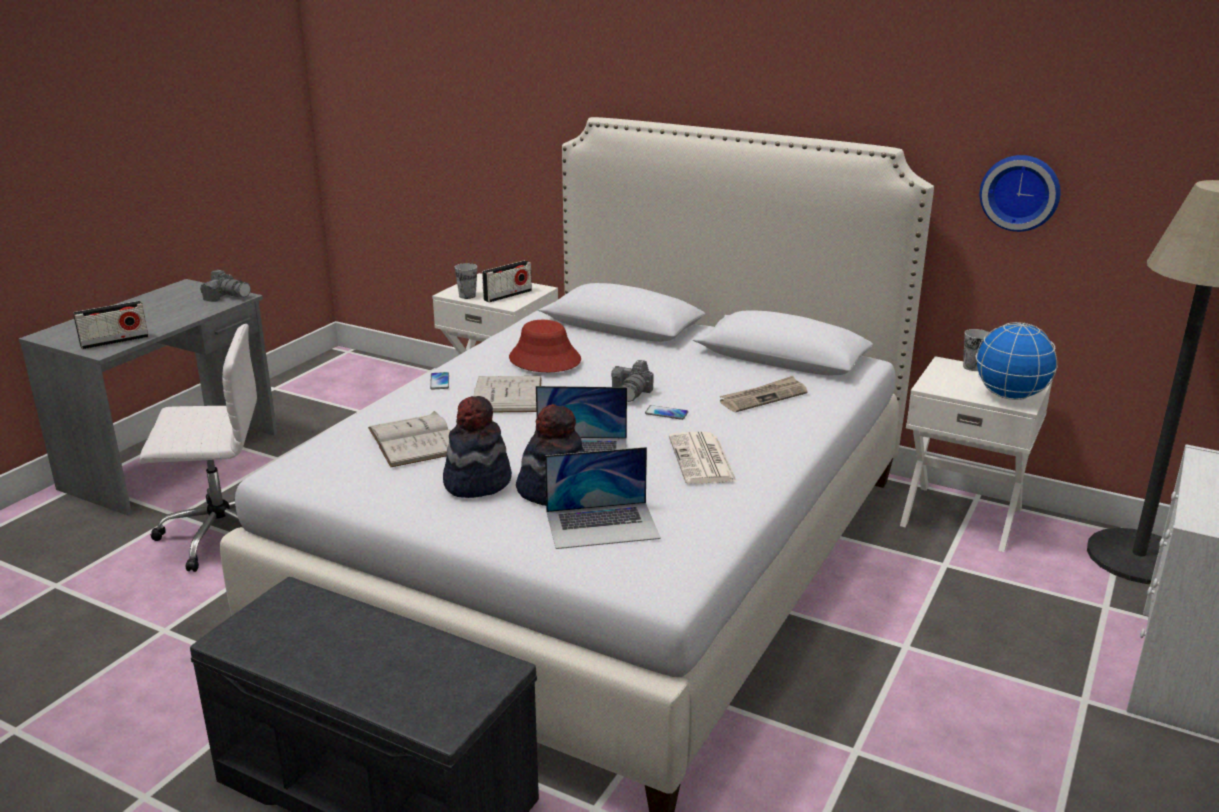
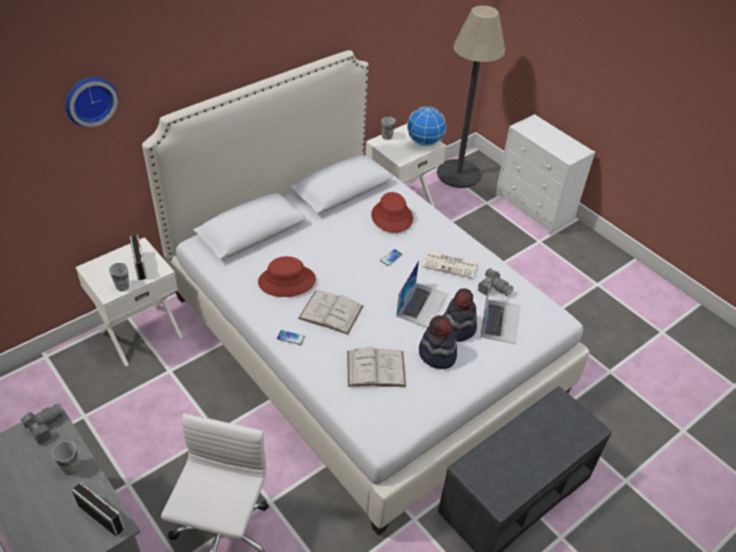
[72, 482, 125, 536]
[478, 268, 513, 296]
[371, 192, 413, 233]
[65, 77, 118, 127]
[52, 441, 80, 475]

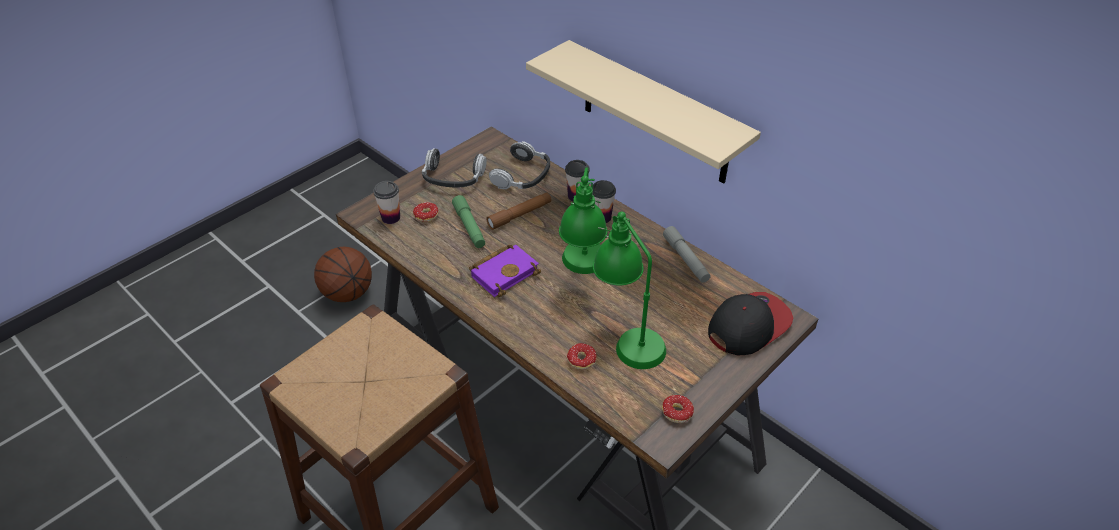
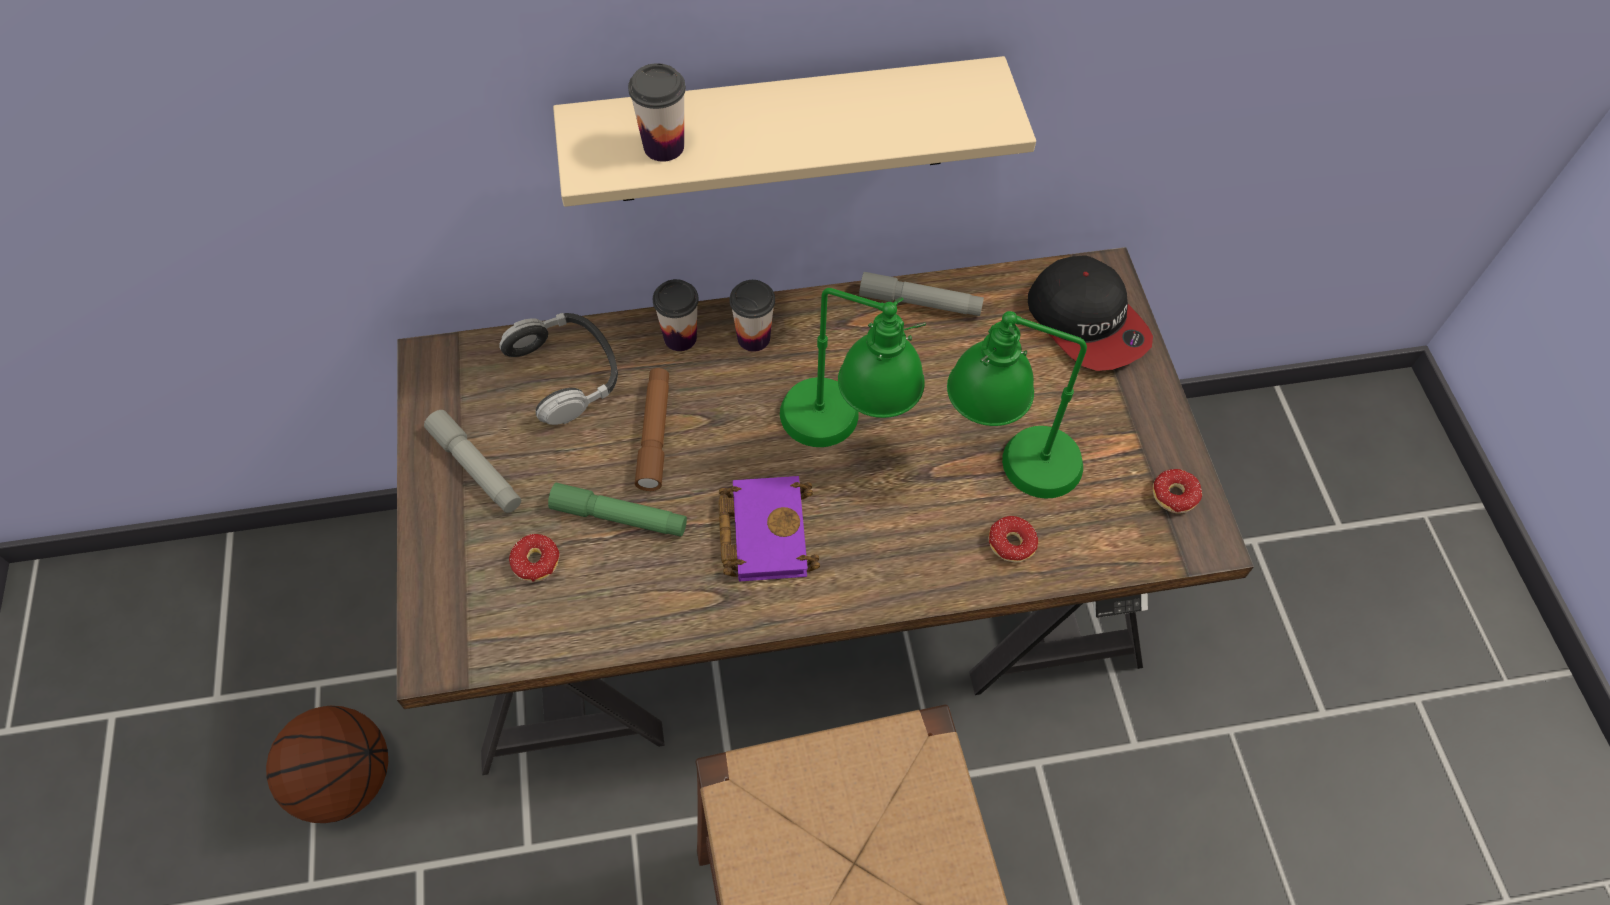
[628, 63, 686, 162]
[424, 410, 521, 513]
[1028, 256, 1153, 371]

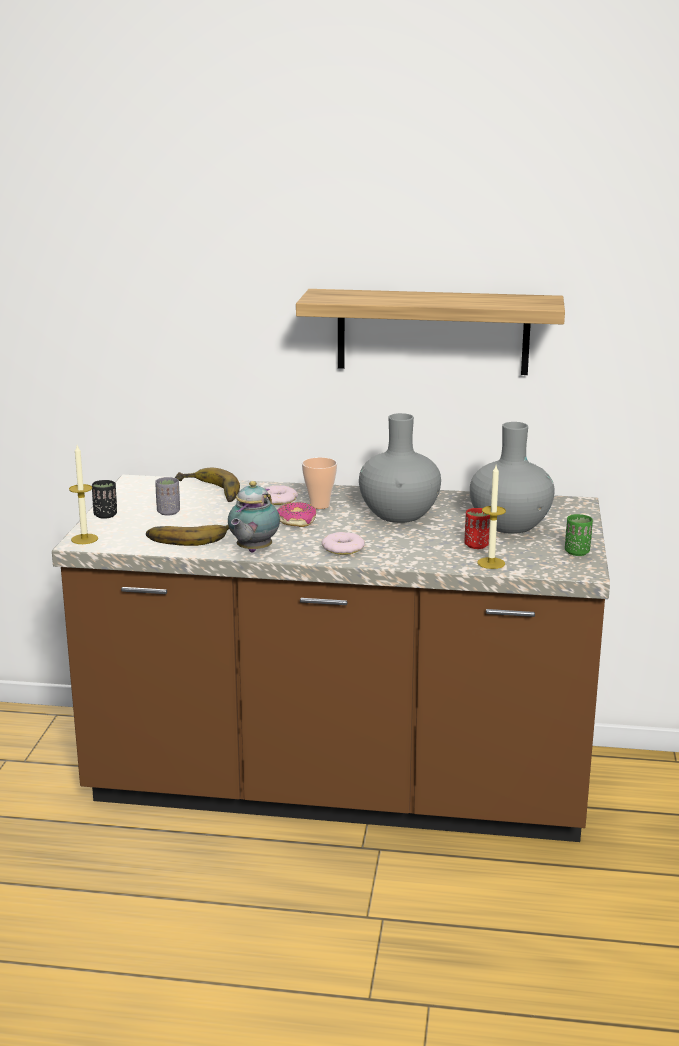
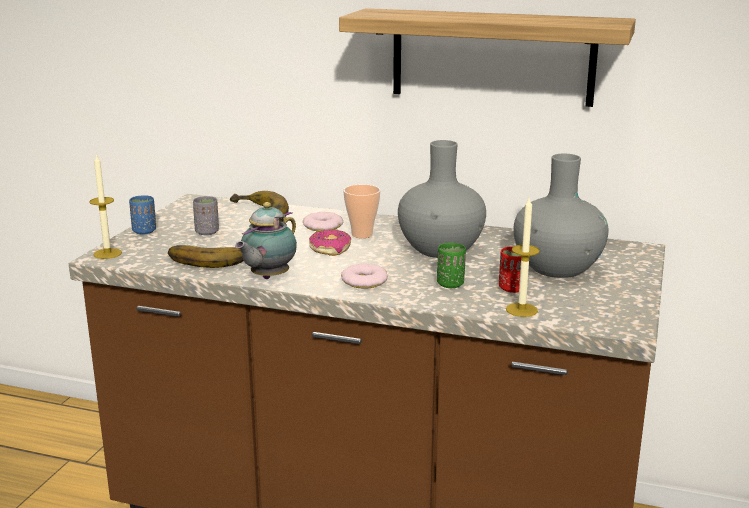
[129, 195, 156, 235]
[437, 243, 466, 288]

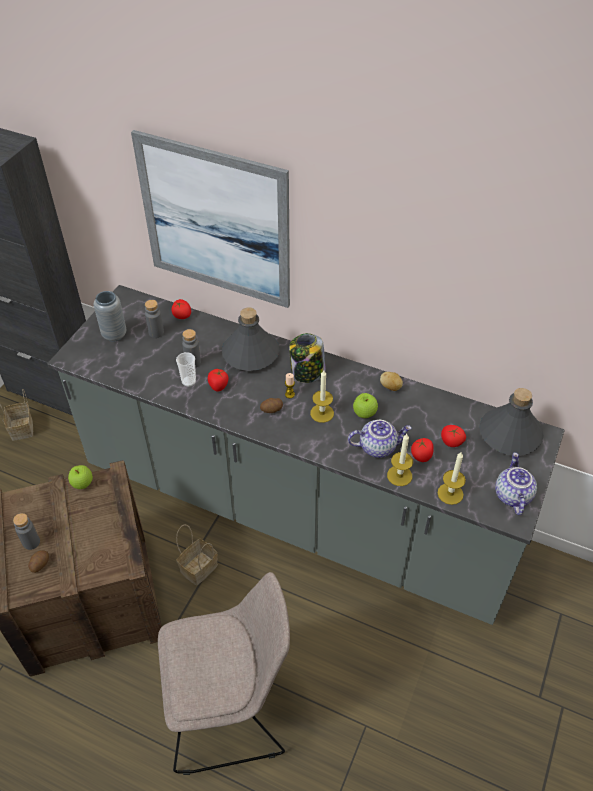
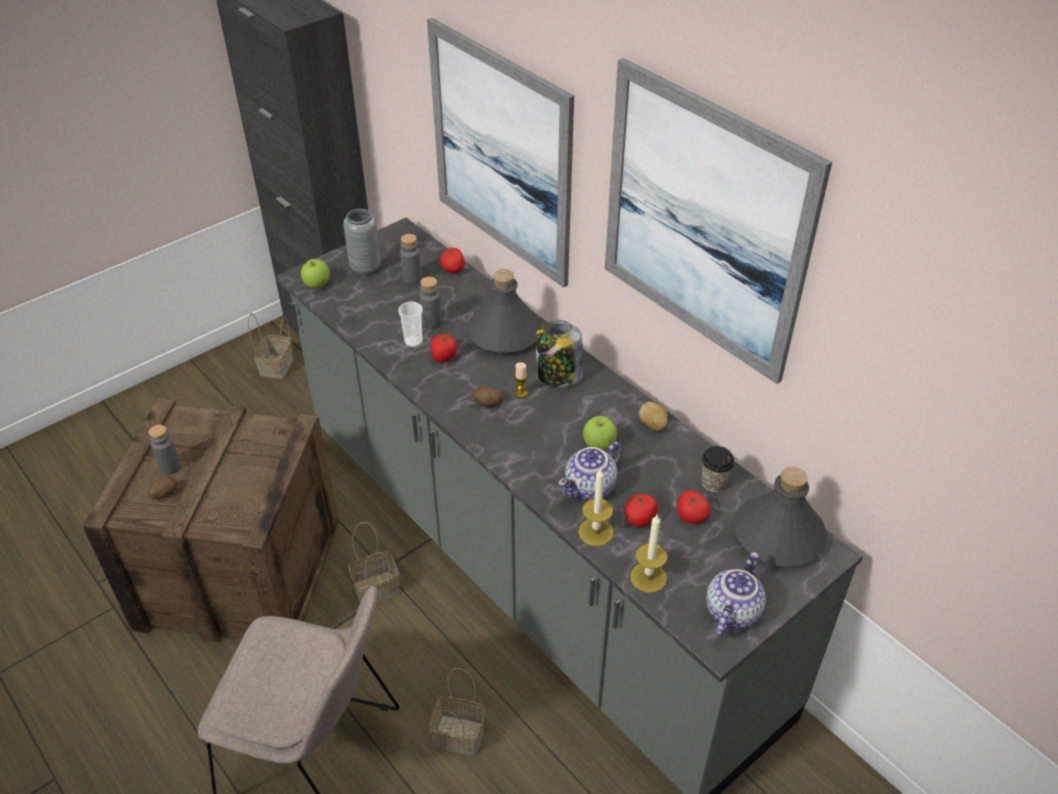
[301, 259, 330, 289]
[310, 370, 334, 423] (first image)
[558, 442, 623, 500]
[429, 668, 485, 755]
[605, 58, 832, 384]
[701, 446, 734, 492]

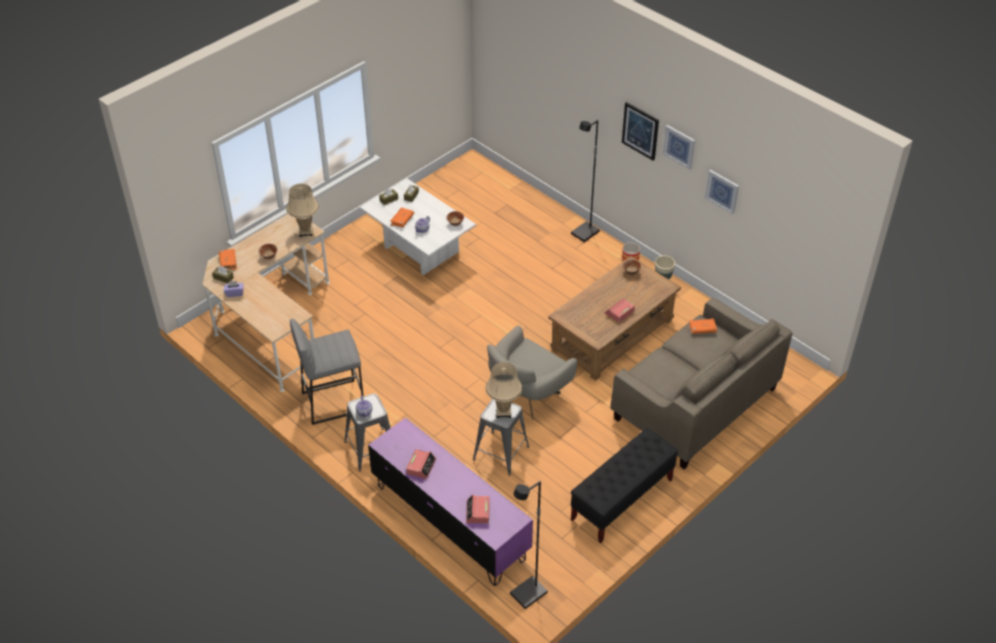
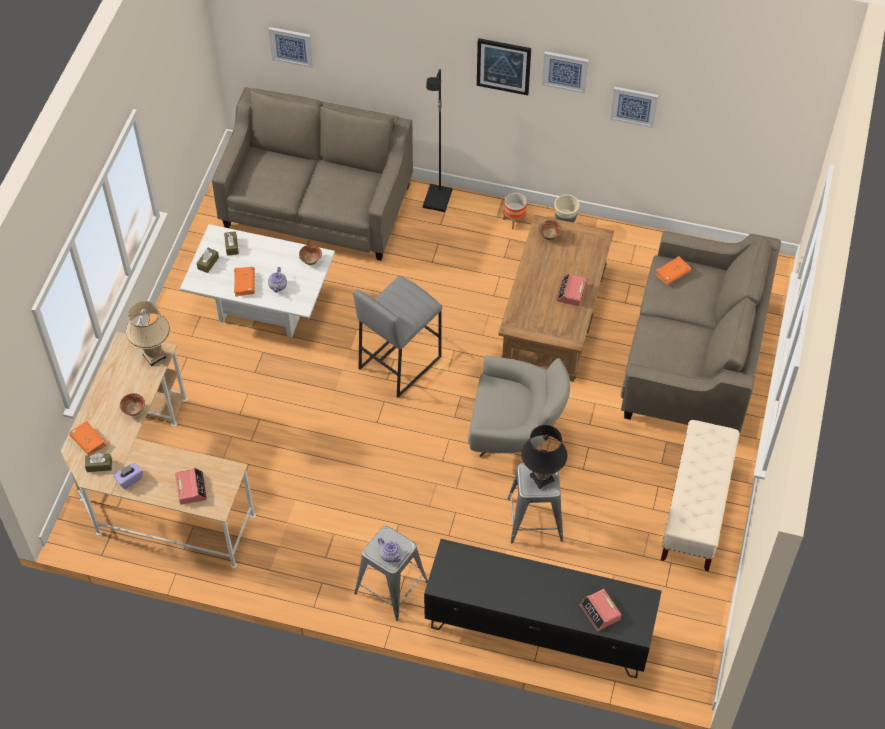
[353, 275, 442, 398]
[424, 539, 662, 678]
[175, 468, 207, 505]
[521, 425, 567, 489]
[468, 356, 570, 457]
[510, 481, 548, 609] (first image)
[661, 420, 740, 571]
[212, 87, 413, 261]
[268, 27, 313, 68]

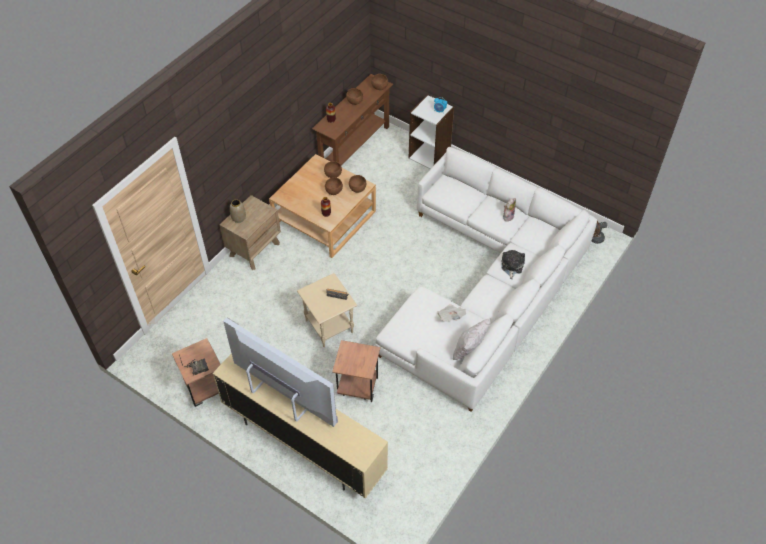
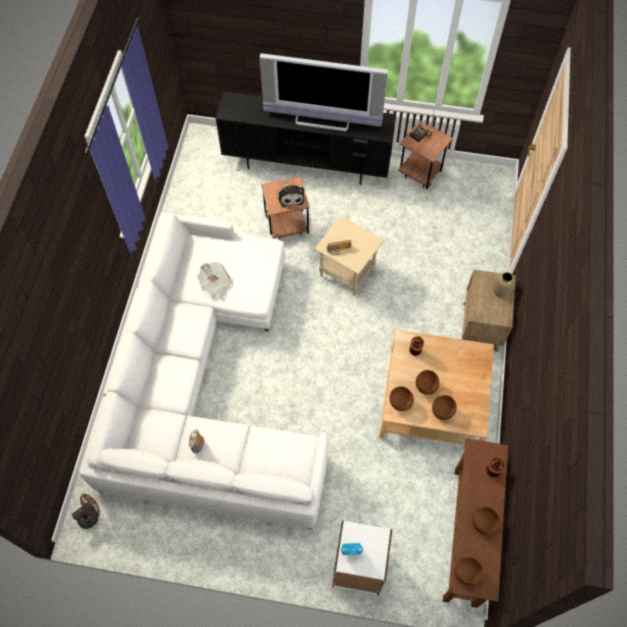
[216, 91, 397, 185]
[453, 319, 490, 360] (first image)
[278, 183, 304, 208]

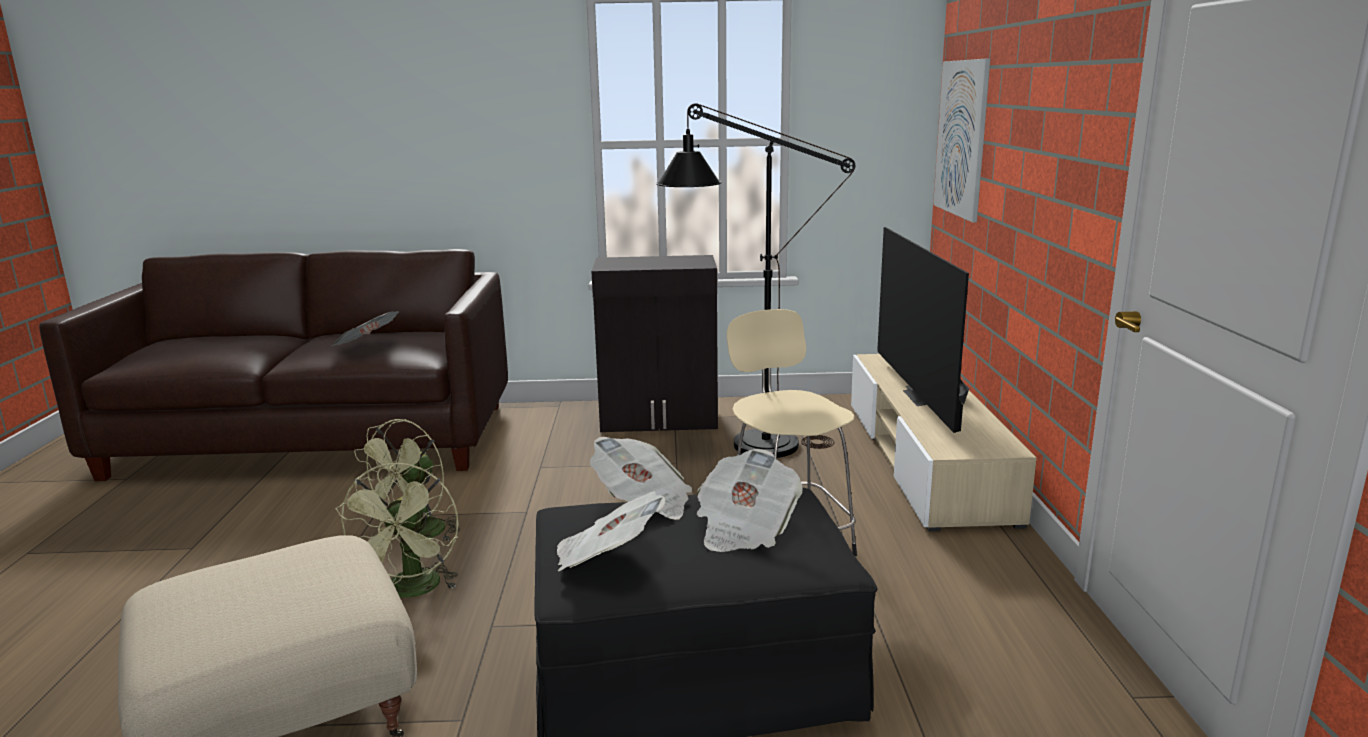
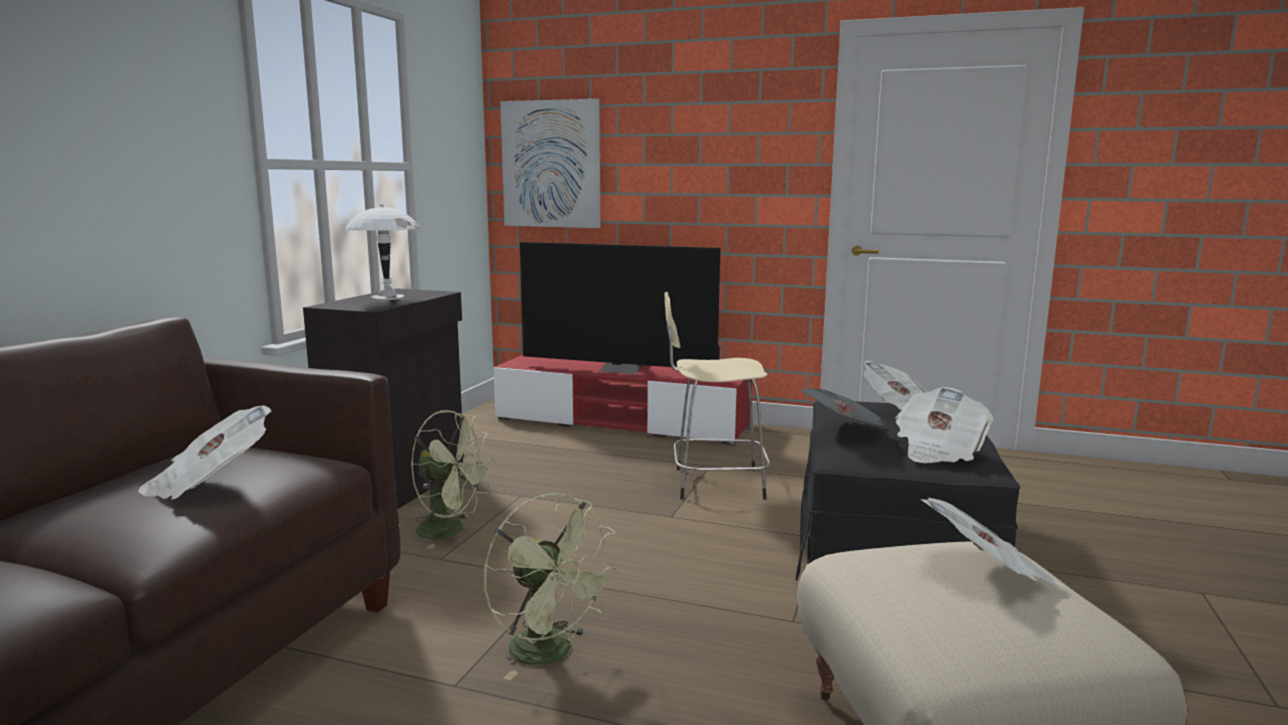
[411, 410, 495, 549]
[656, 103, 855, 458] (first image)
[494, 355, 752, 445]
[345, 203, 420, 300]
[921, 498, 1064, 586]

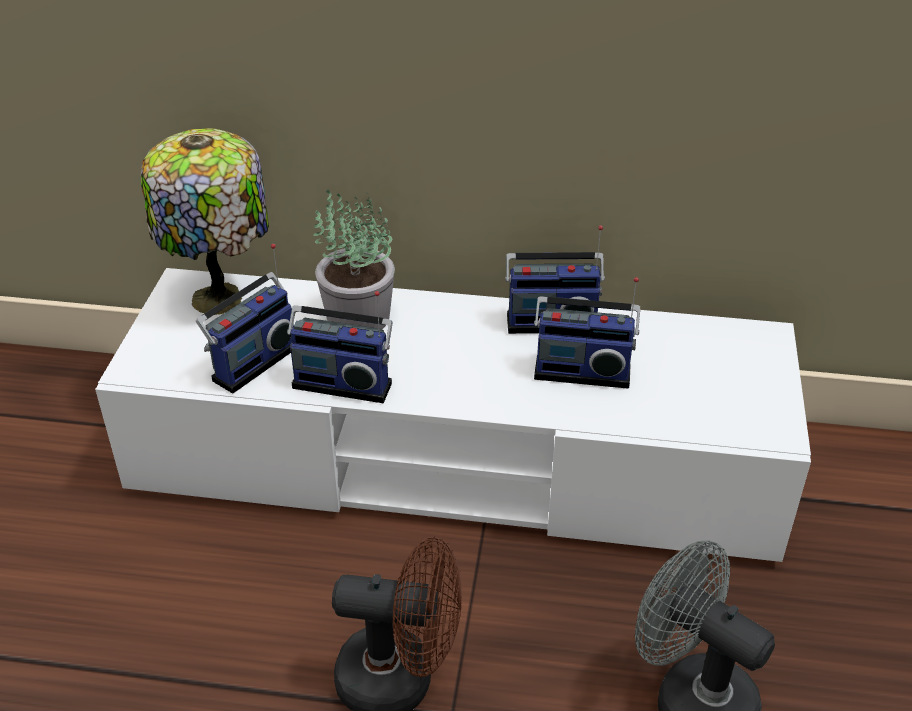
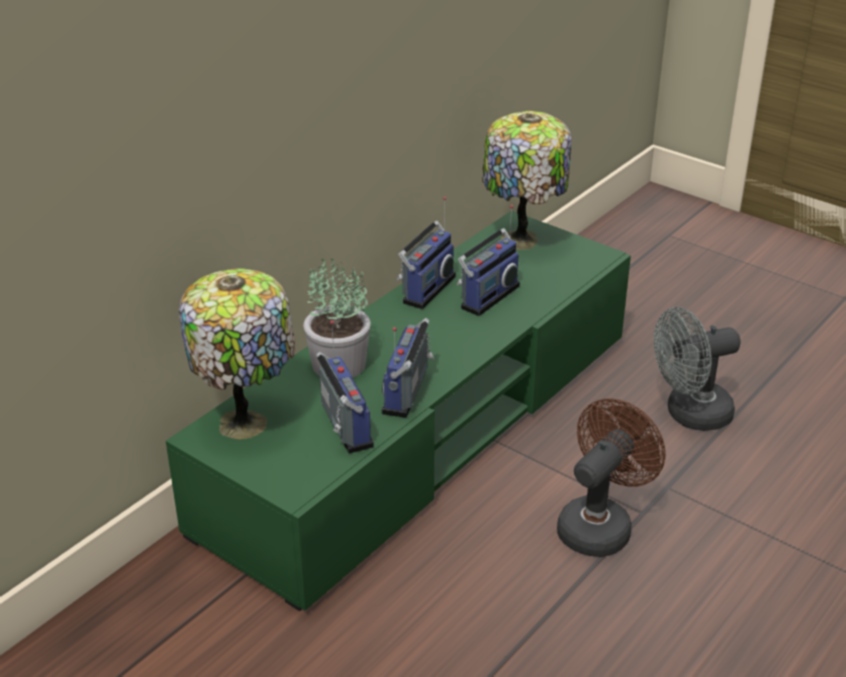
[166, 211, 631, 611]
[382, 318, 434, 418]
[482, 111, 571, 250]

